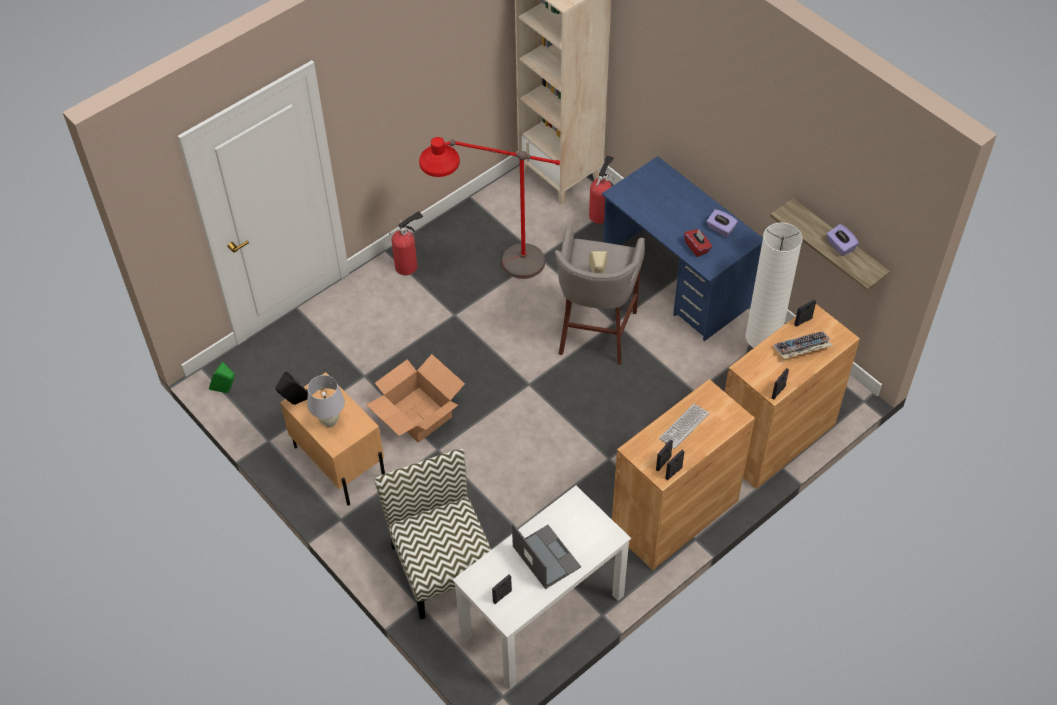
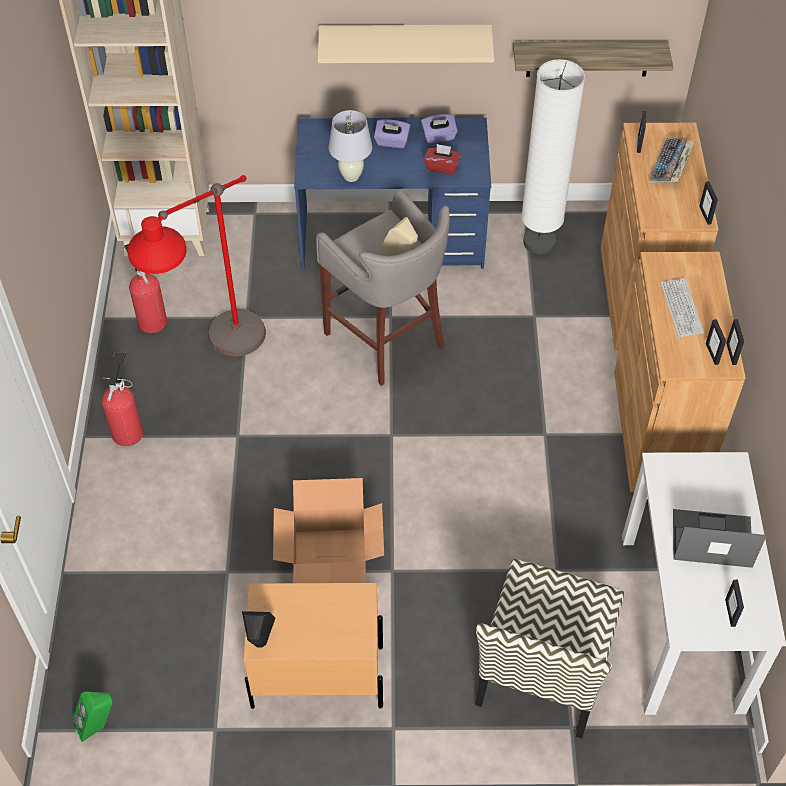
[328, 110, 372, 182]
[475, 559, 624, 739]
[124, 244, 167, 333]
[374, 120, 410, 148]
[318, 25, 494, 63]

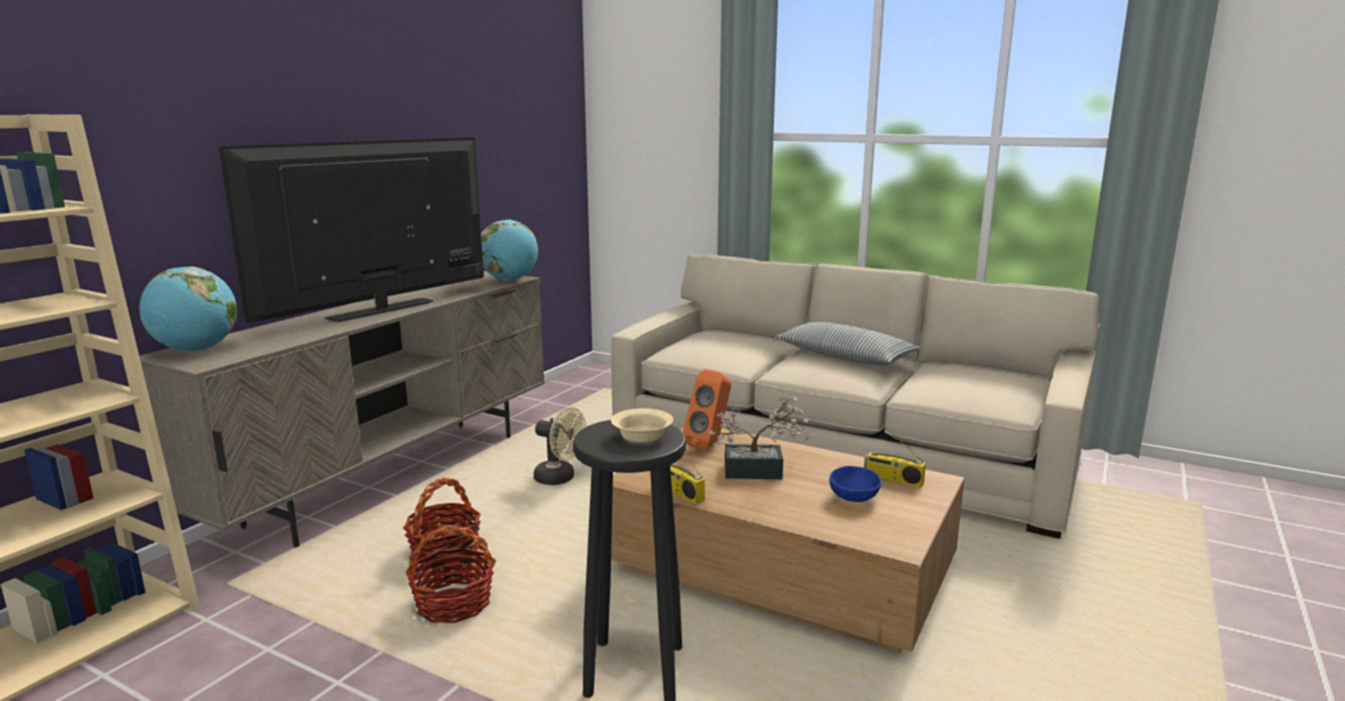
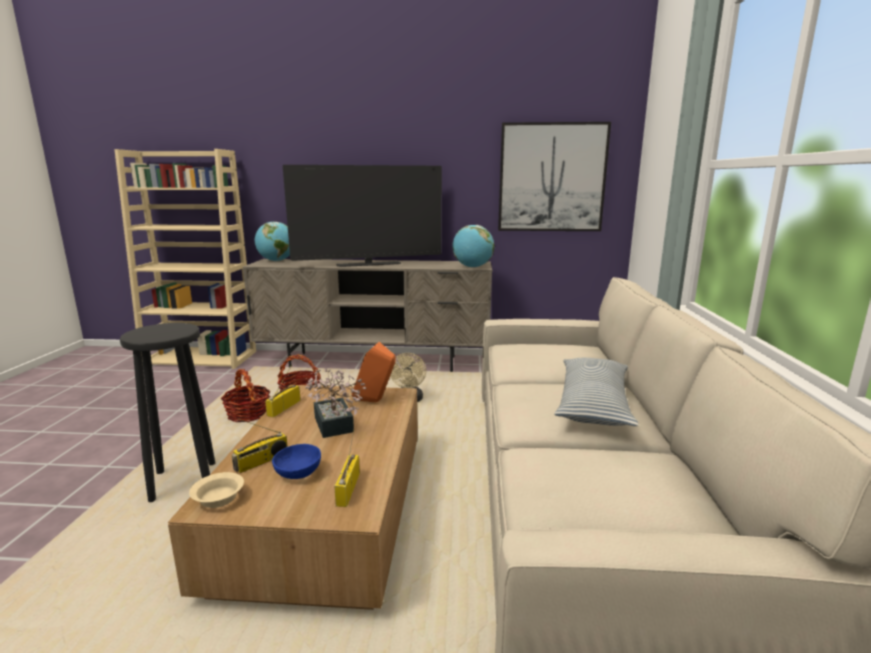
[283, 165, 442, 267]
[189, 472, 244, 508]
[232, 419, 288, 473]
[498, 122, 611, 231]

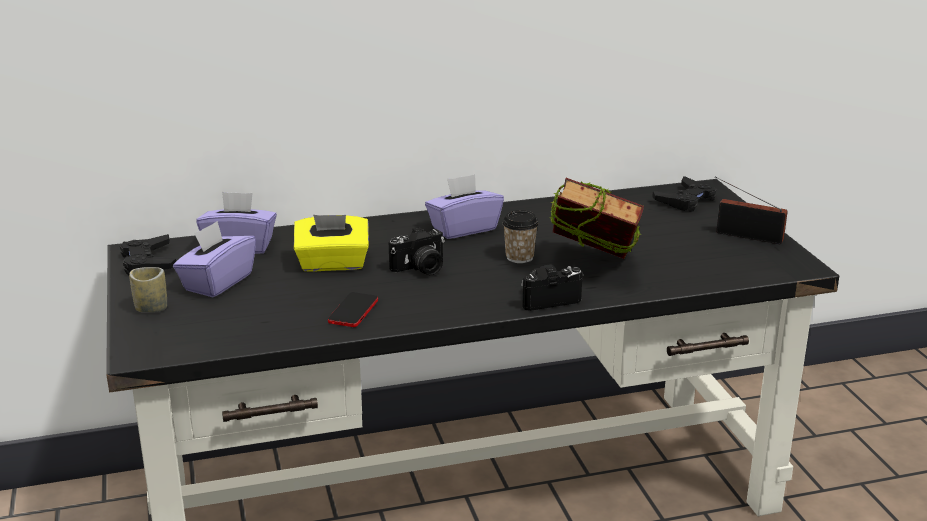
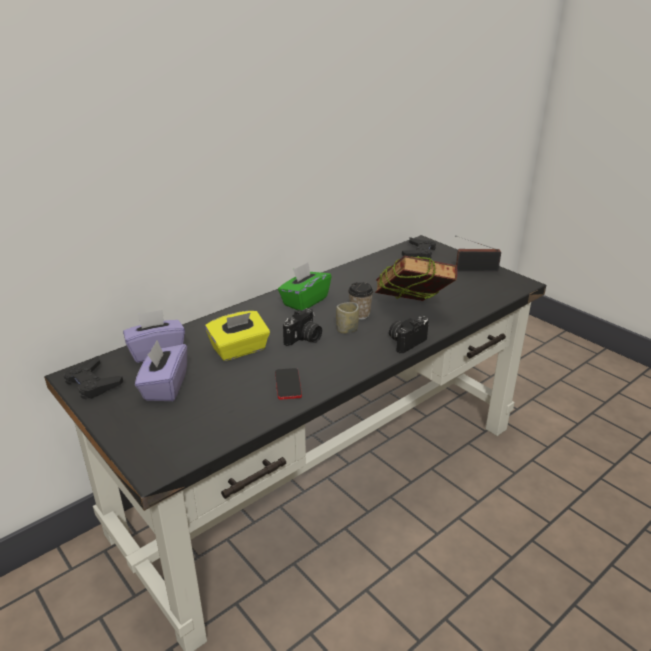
[336, 302, 359, 334]
[278, 262, 332, 311]

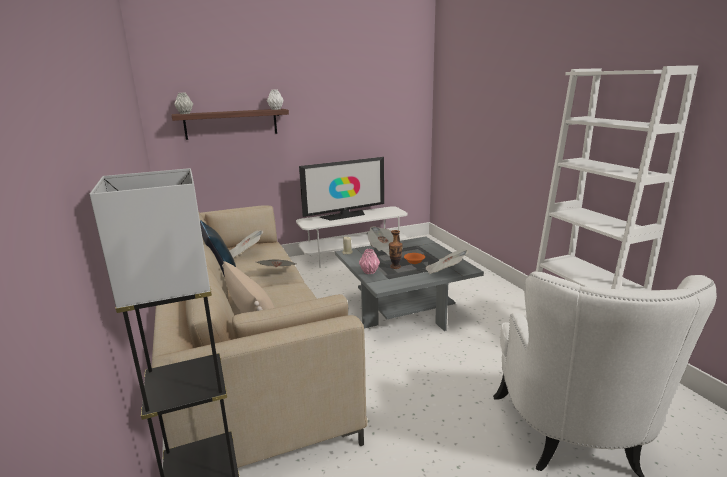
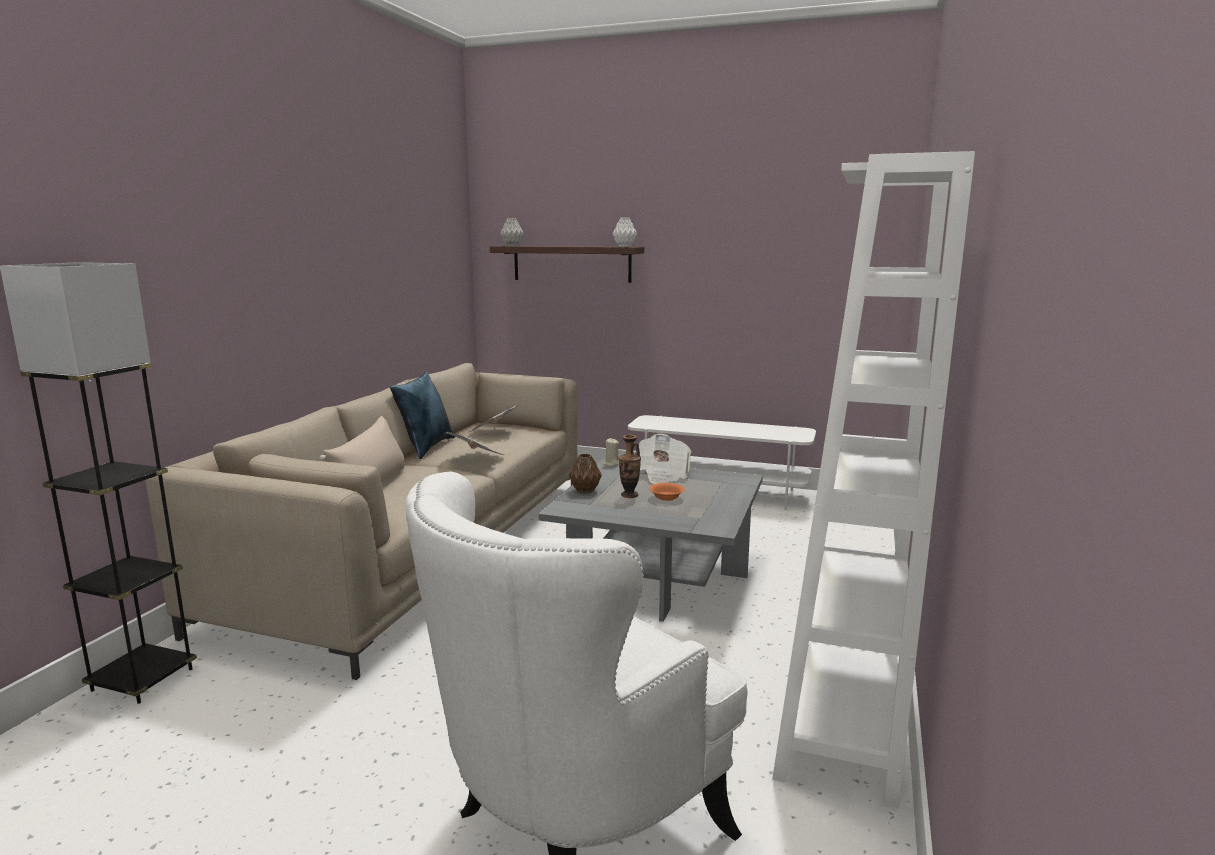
[299, 157, 384, 221] (first image)
[569, 454, 602, 494]
[425, 249, 468, 274] (first image)

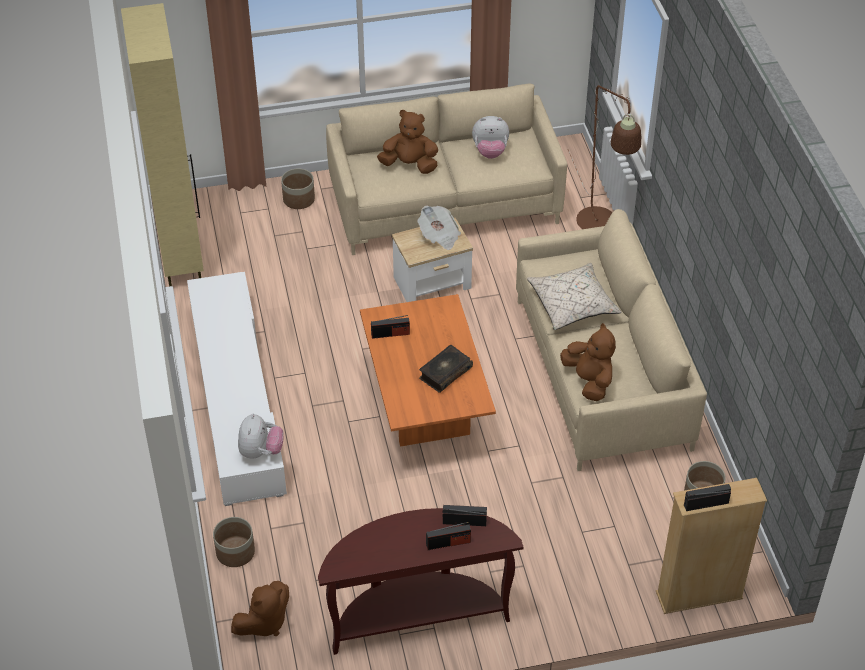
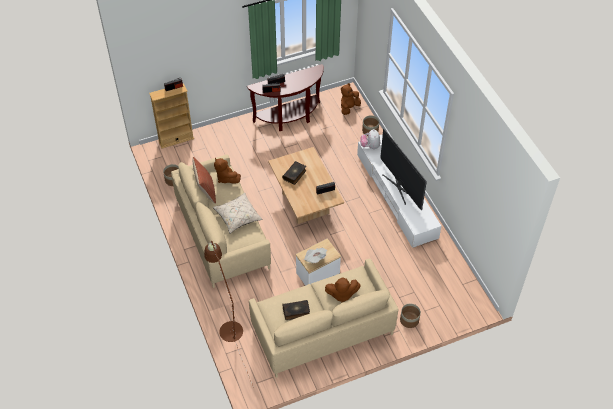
[121, 3, 204, 286] (first image)
[268, 147, 344, 224]
[283, 300, 310, 320]
[192, 157, 216, 204]
[380, 128, 427, 210]

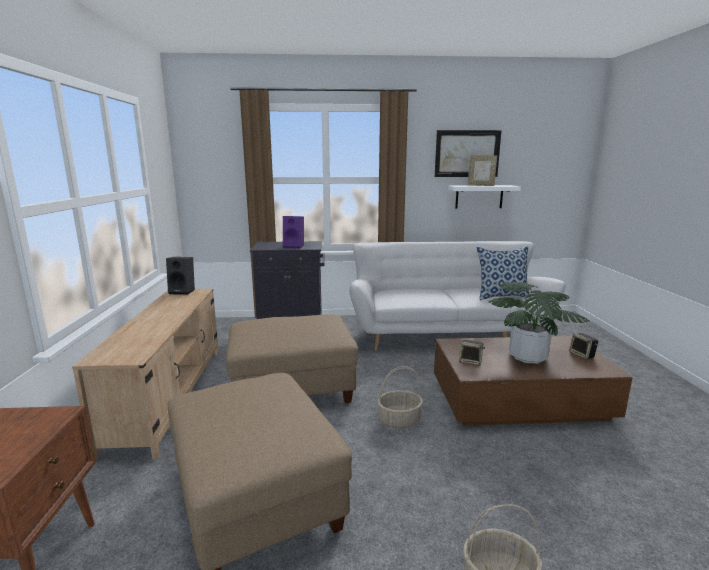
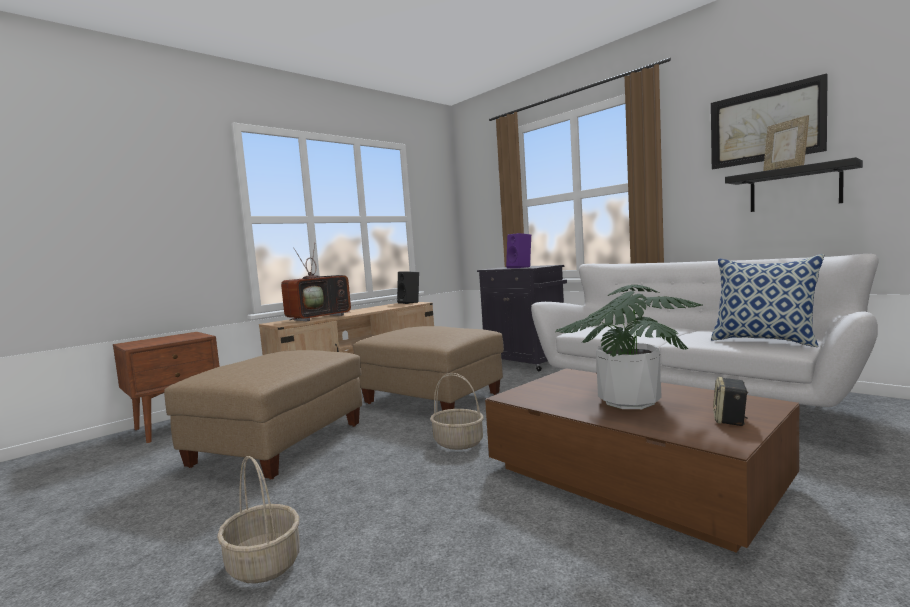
[725, 157, 863, 212]
[459, 340, 485, 366] (first image)
[281, 243, 351, 322]

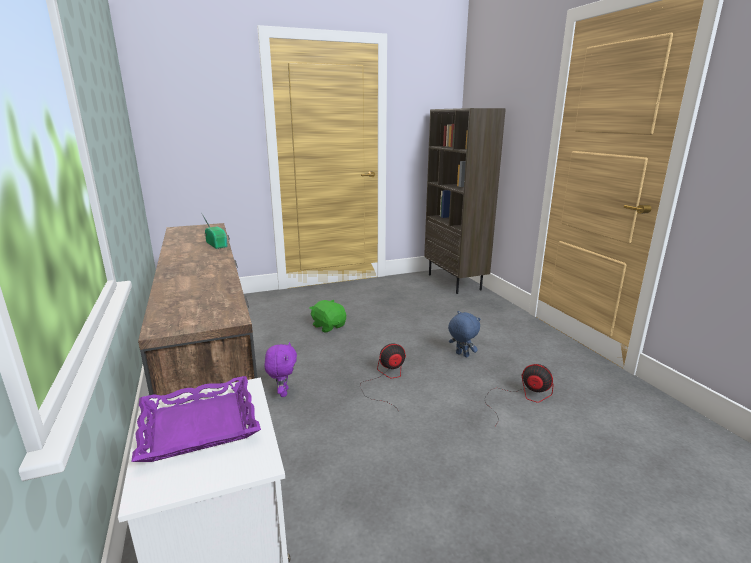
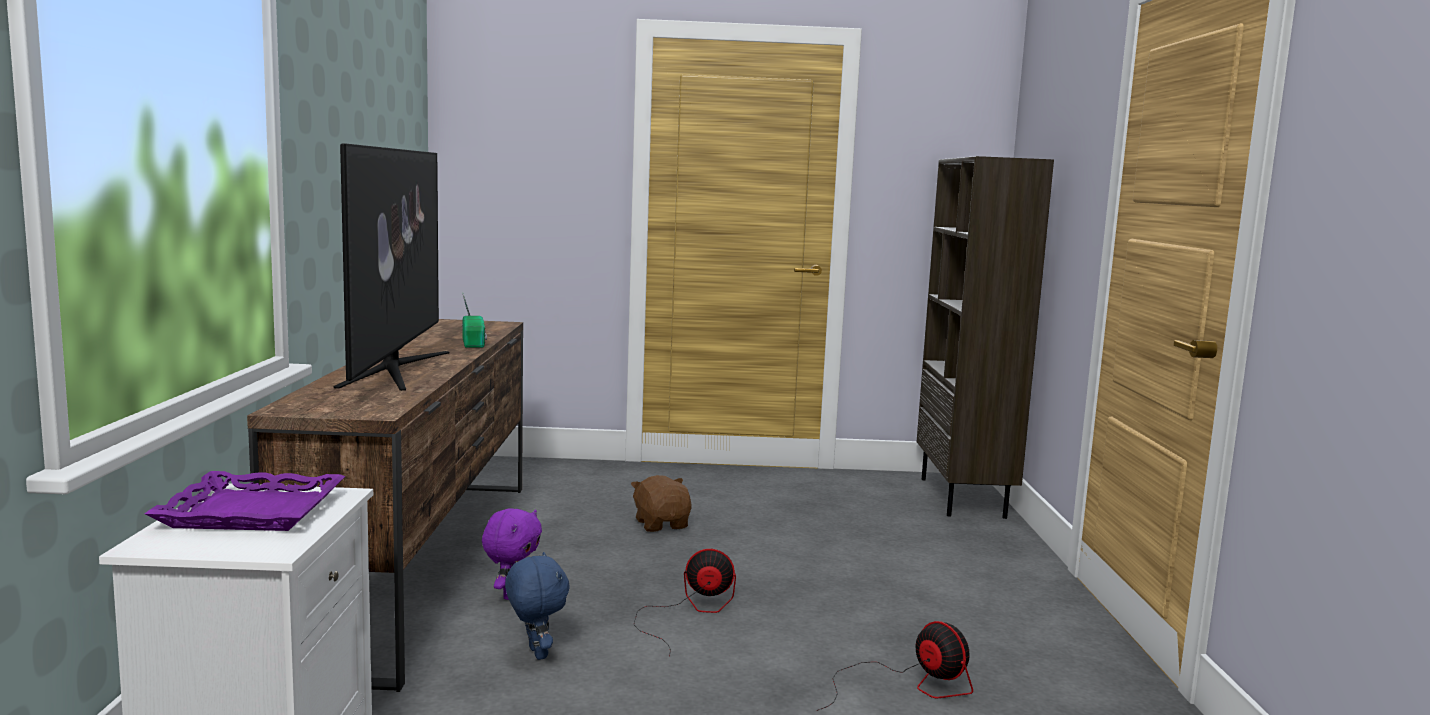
[631, 475, 692, 532]
[505, 552, 570, 660]
[334, 143, 449, 391]

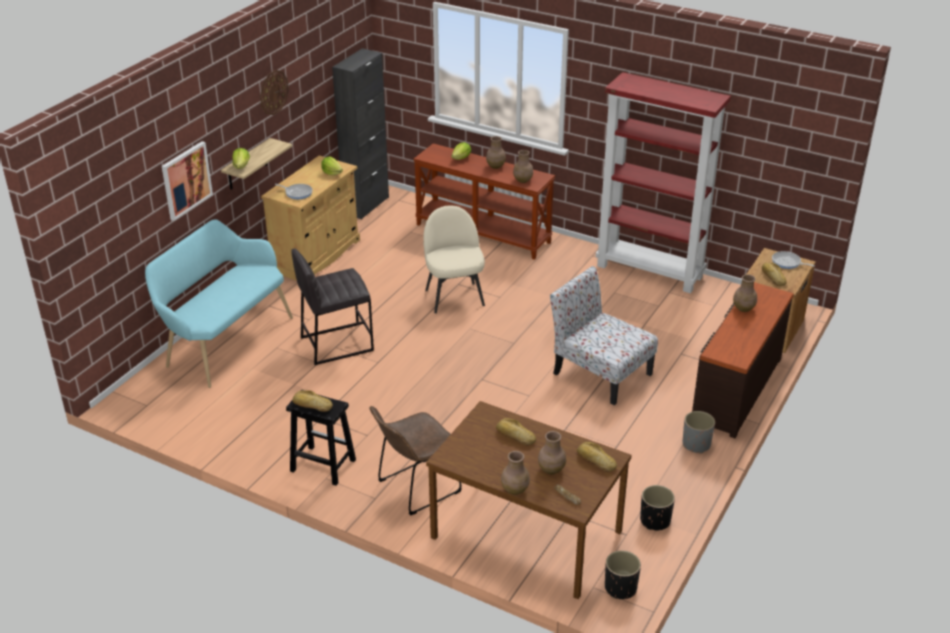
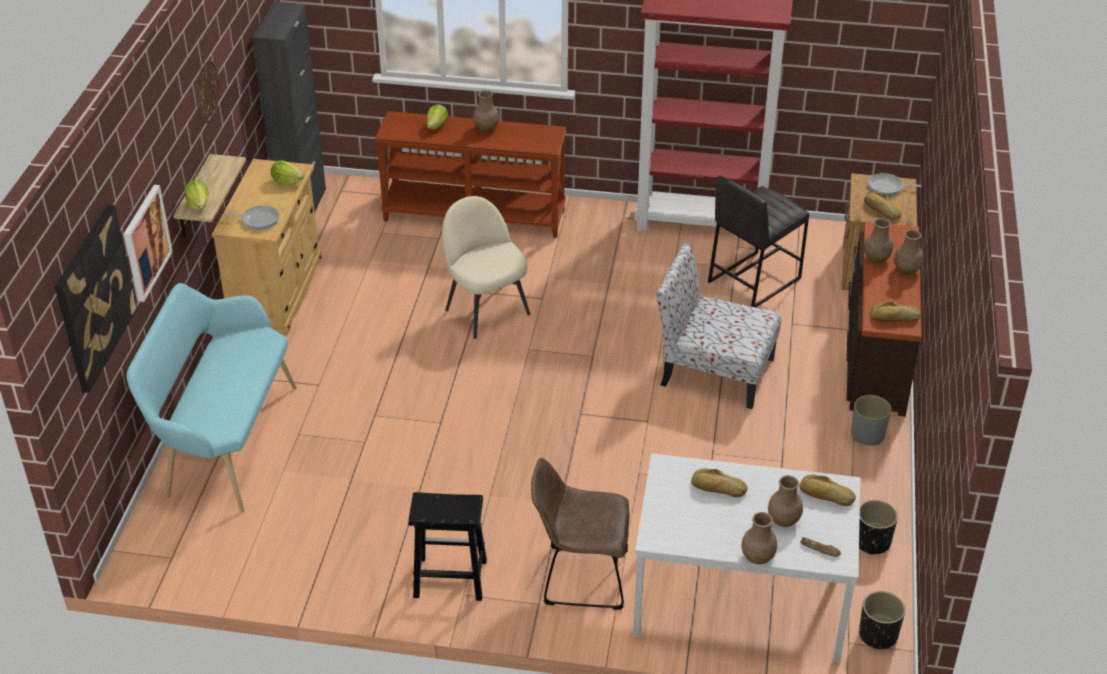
[708, 176, 809, 307]
[870, 302, 921, 322]
[531, 458, 629, 610]
[633, 453, 861, 663]
[894, 230, 923, 275]
[55, 205, 137, 393]

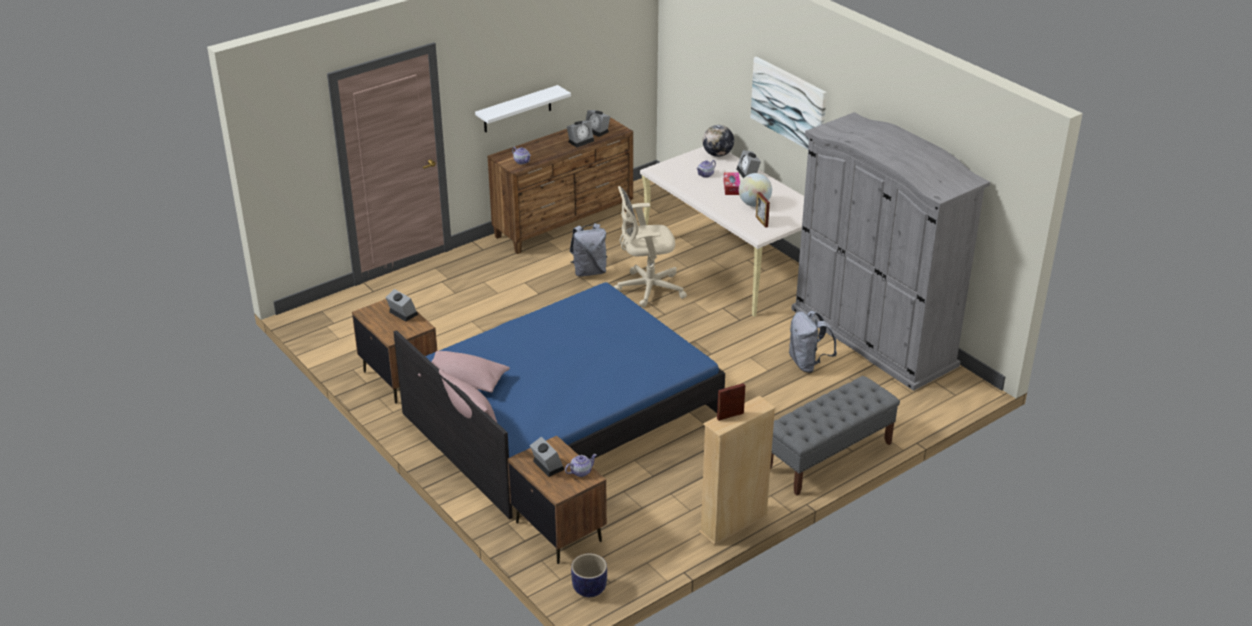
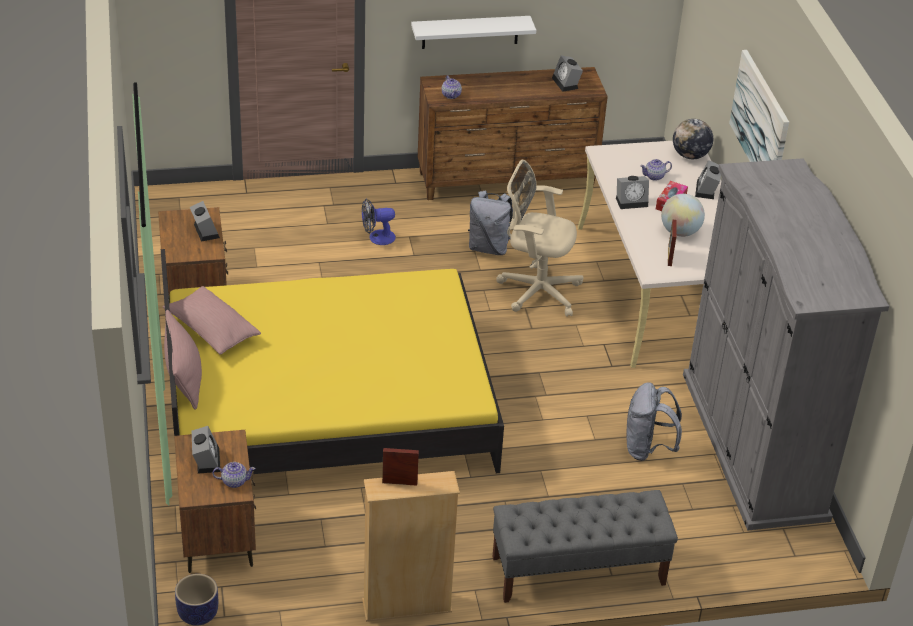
[161, 249, 504, 474]
[616, 176, 649, 209]
[362, 199, 396, 245]

